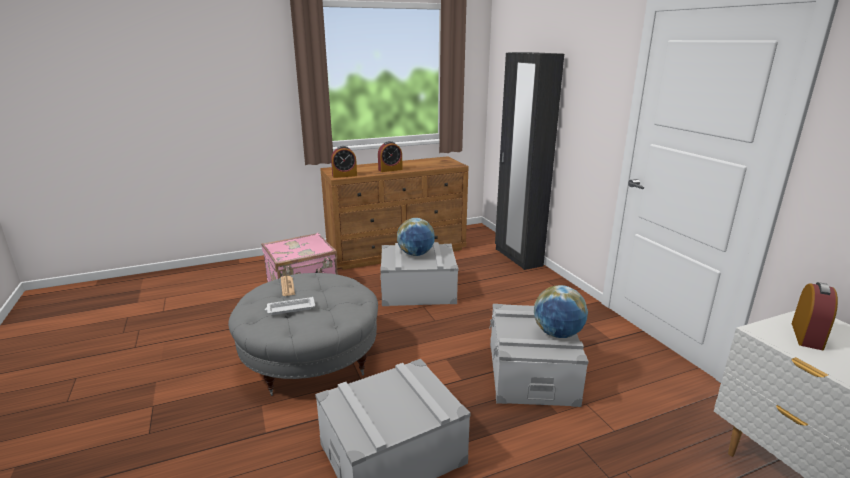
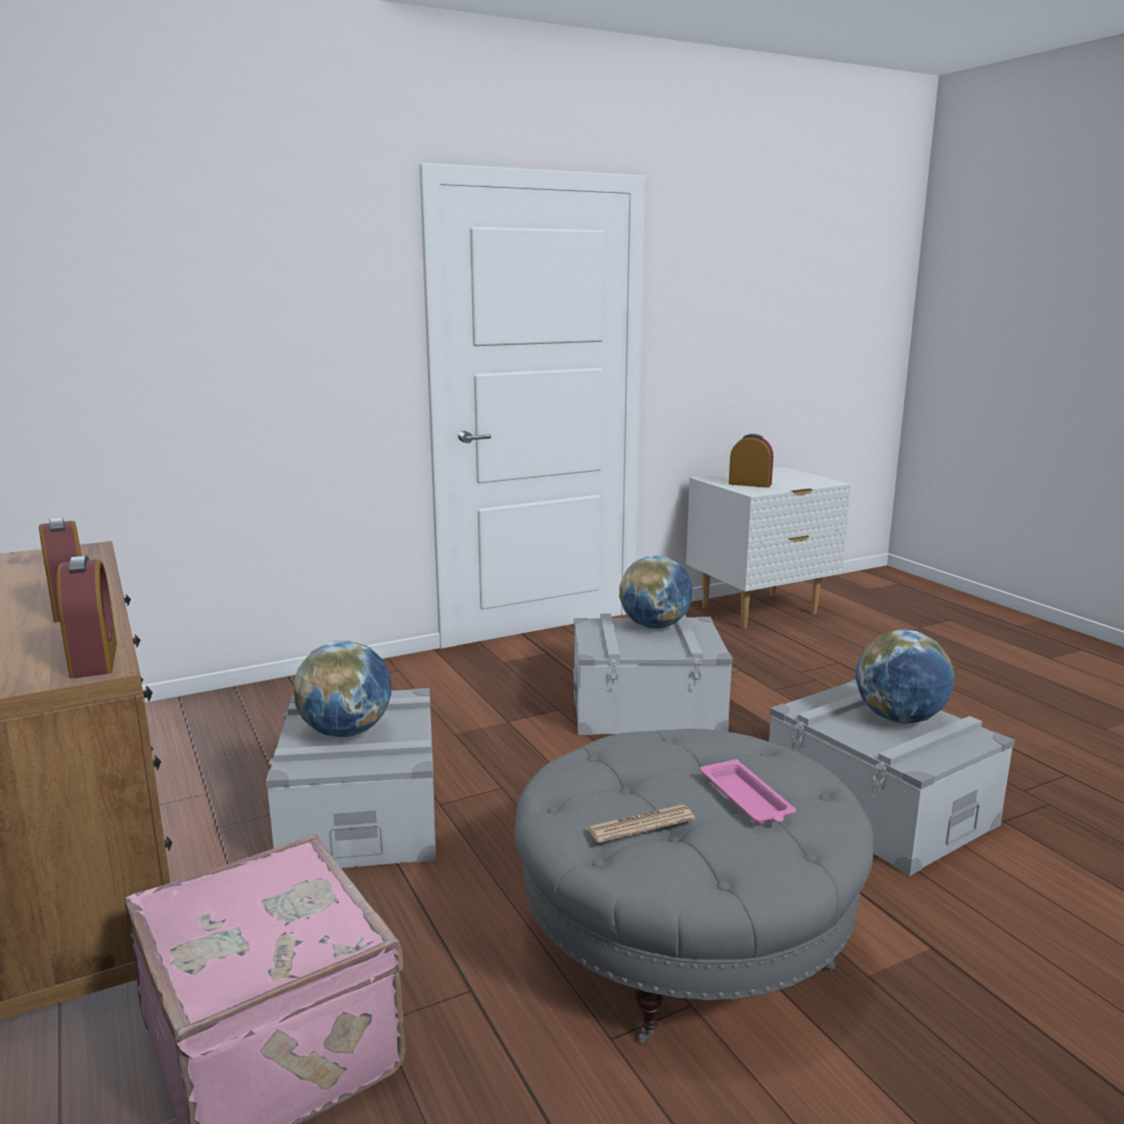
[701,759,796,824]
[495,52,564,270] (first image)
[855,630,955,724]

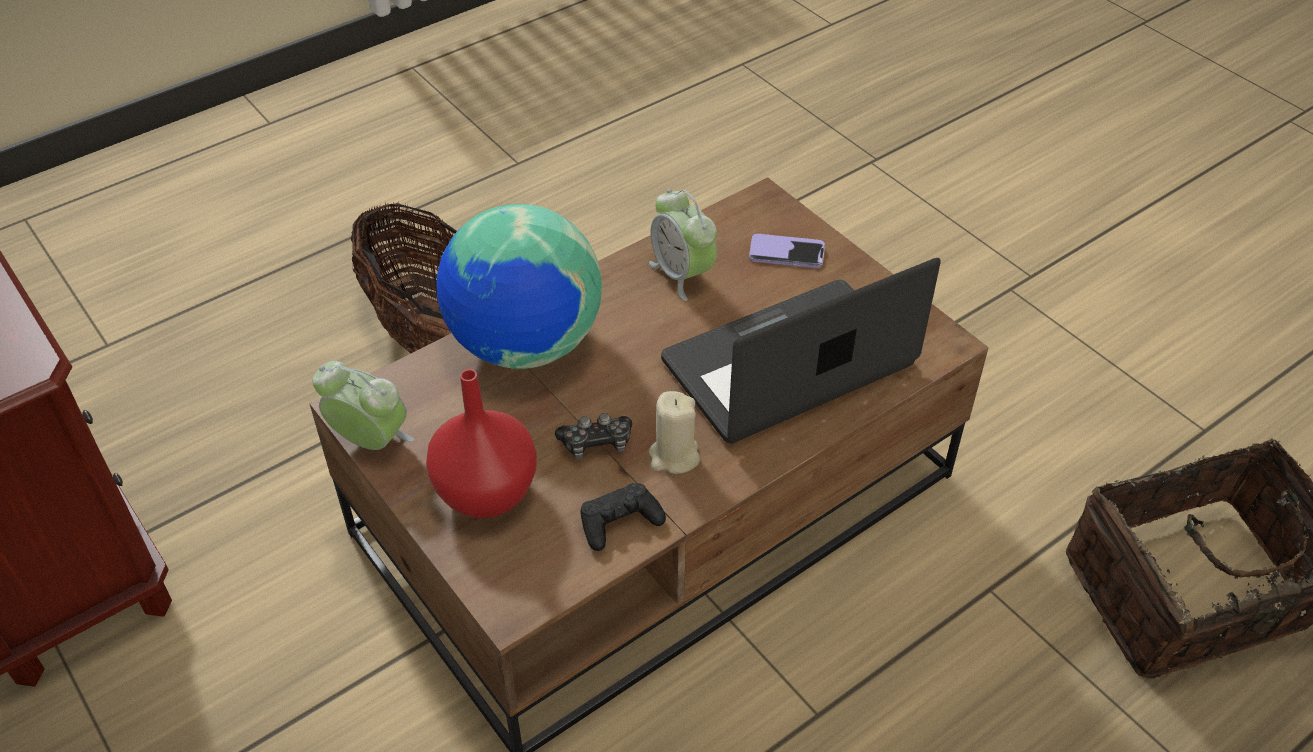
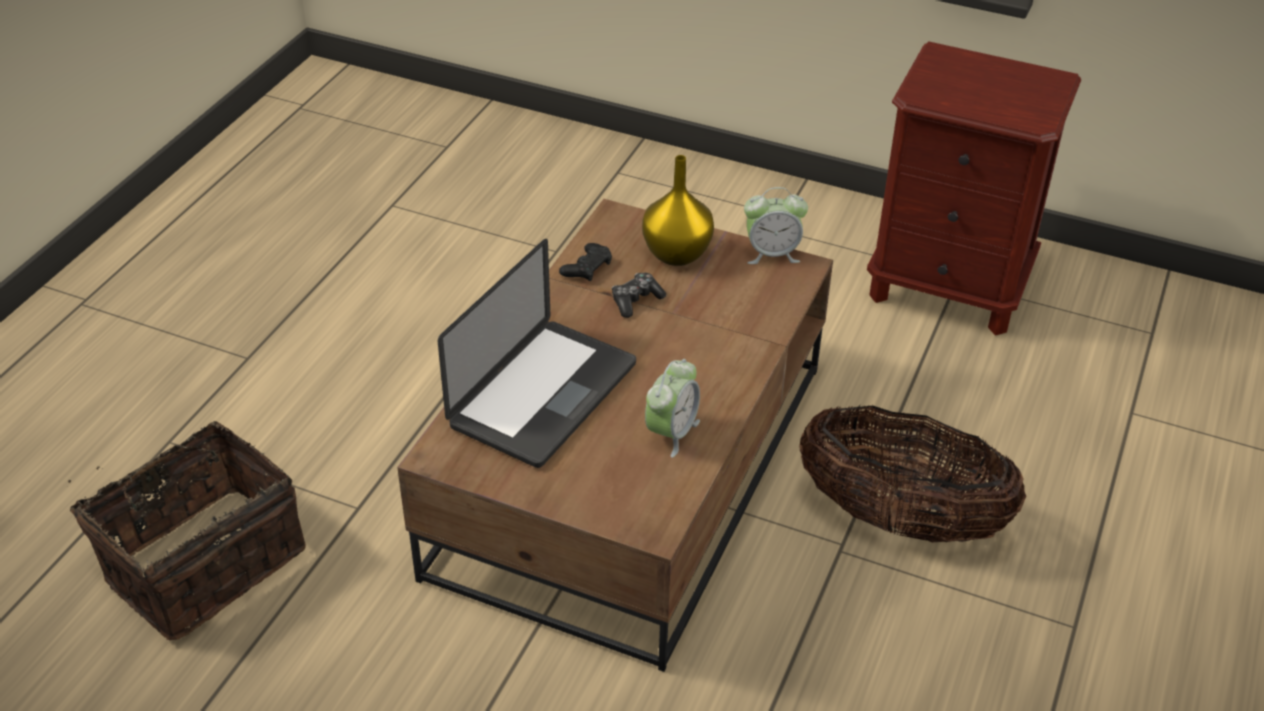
[642,155,714,266]
[437,204,602,369] (first image)
[645,359,700,458]
[649,391,700,474] (first image)
[749,234,825,268] (first image)

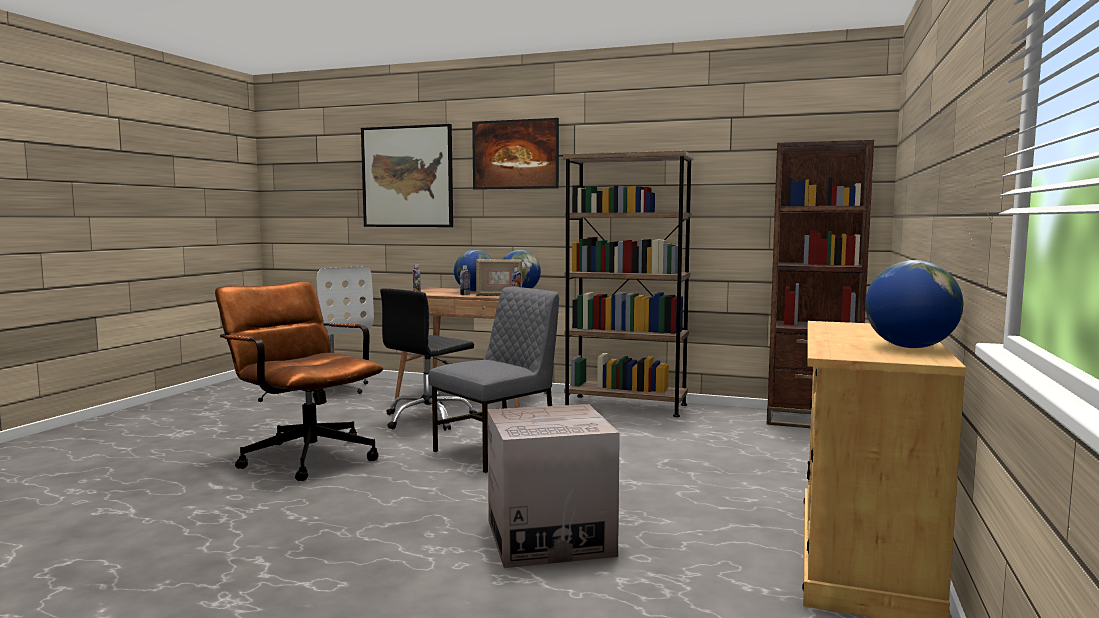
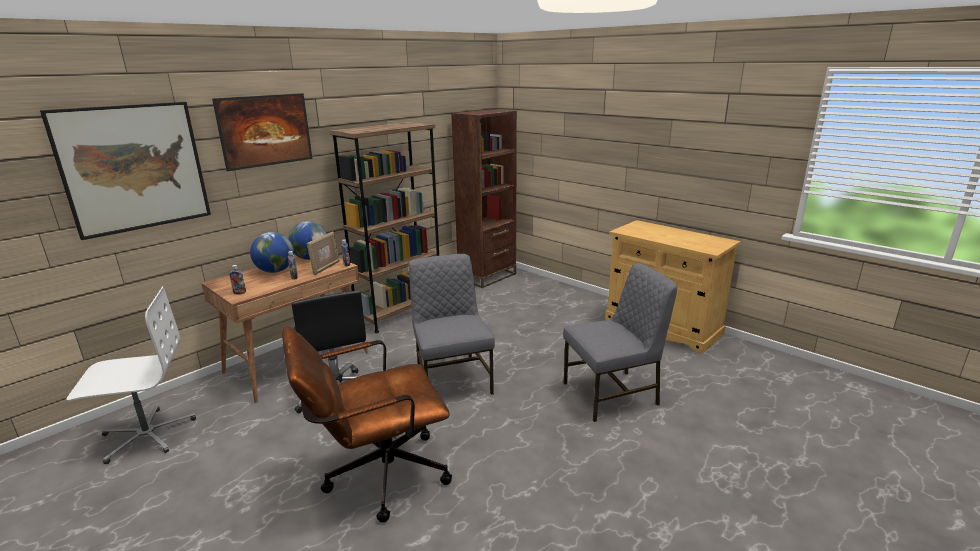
[563,263,677,422]
[865,260,963,348] (first image)

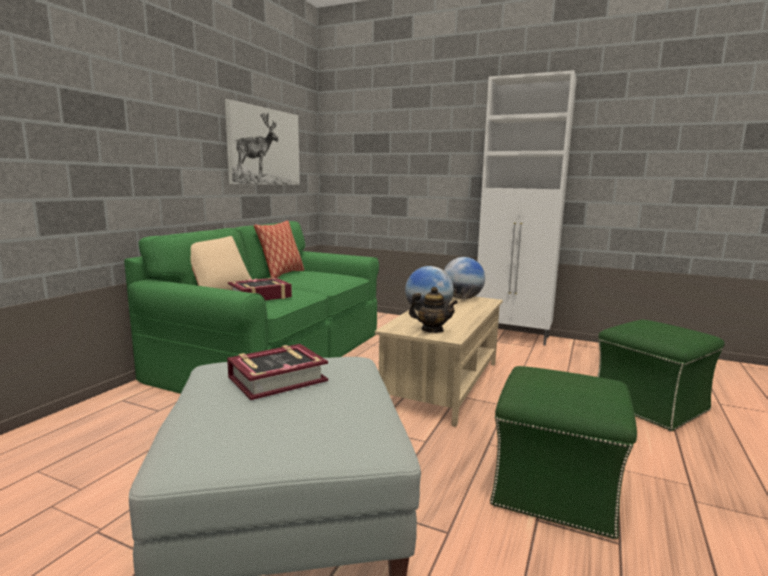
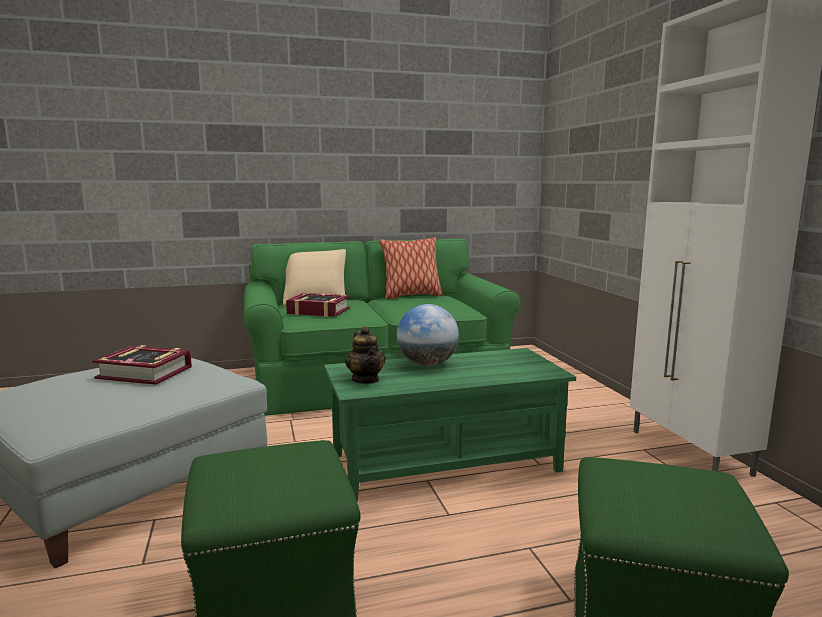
[225,99,300,185] (first image)
[324,348,576,502]
[444,257,485,299] (first image)

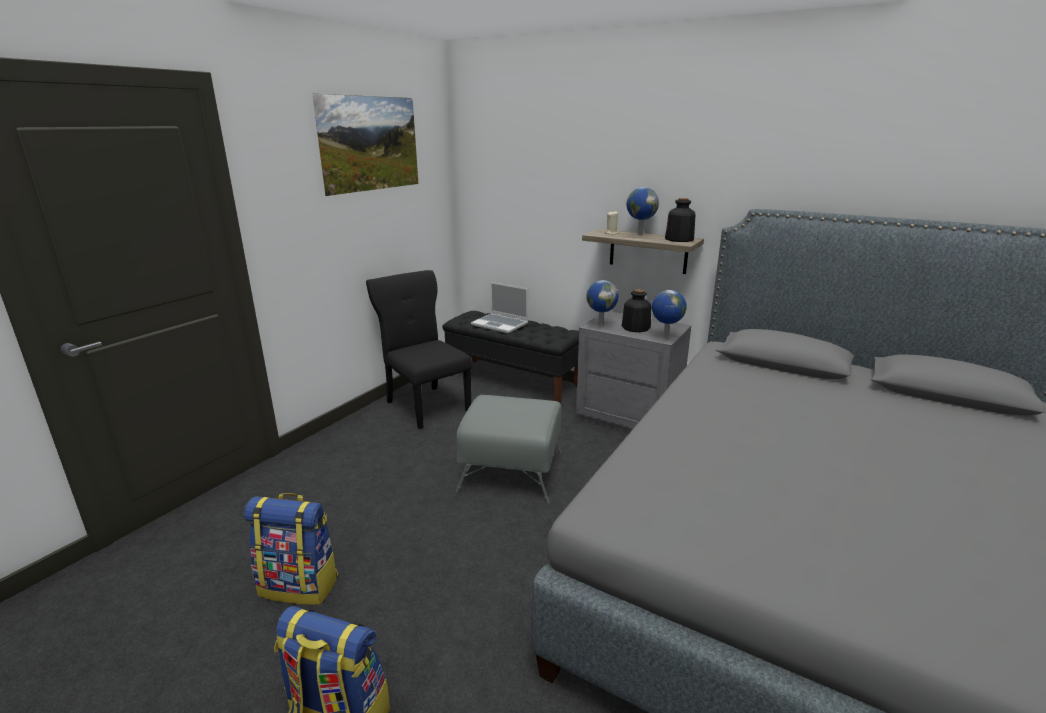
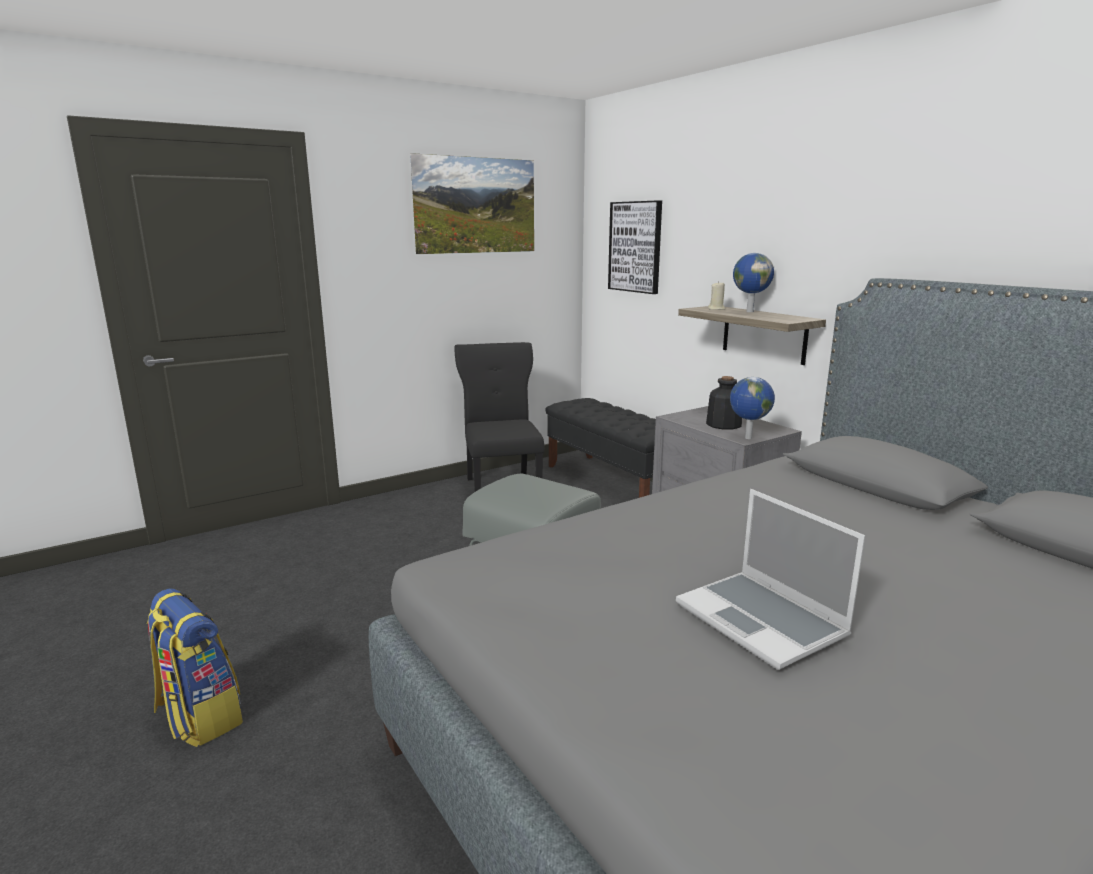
[244,493,338,605] (first image)
[676,489,865,670]
[586,280,619,326] (first image)
[665,198,696,242] (first image)
[608,200,662,294]

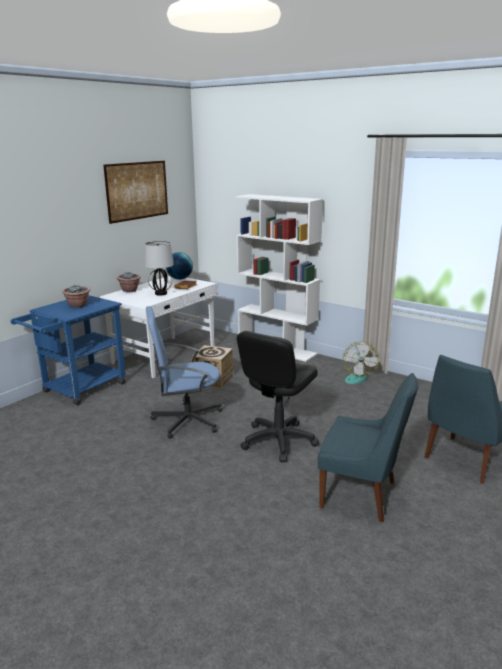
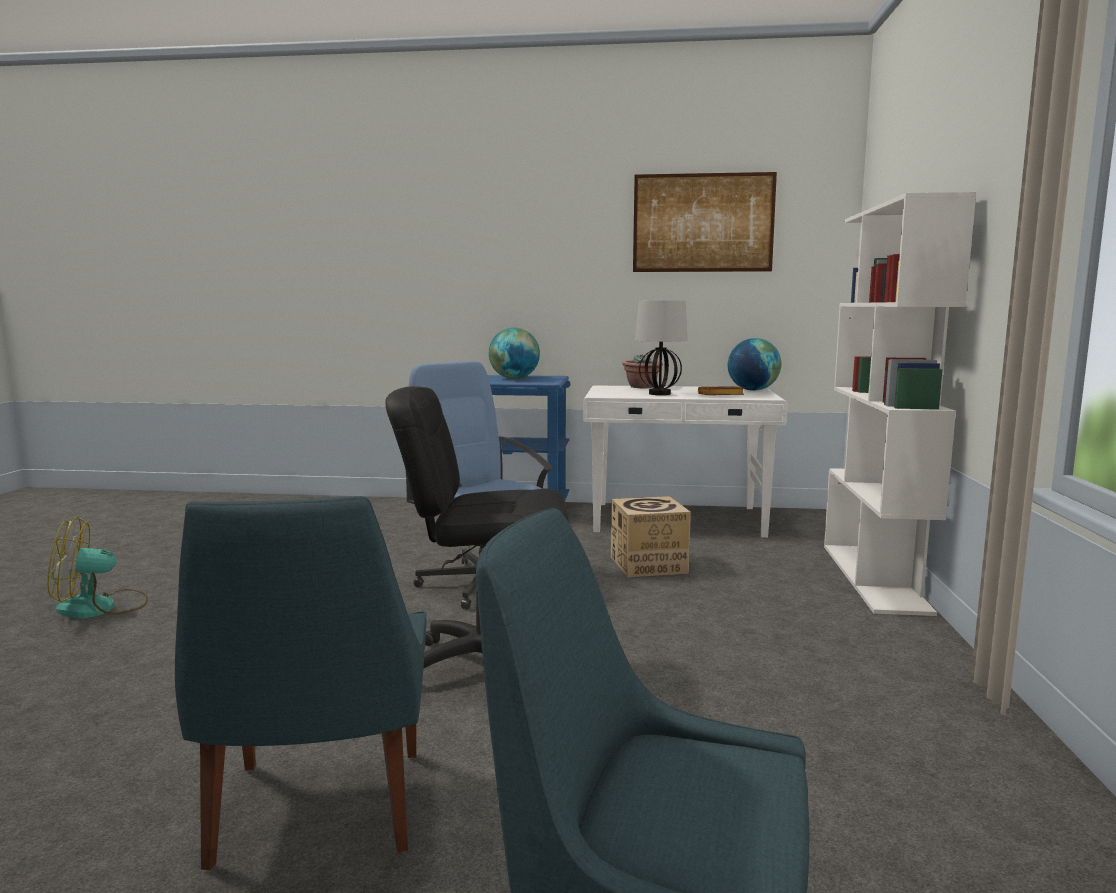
[489,328,540,379]
[47,517,148,619]

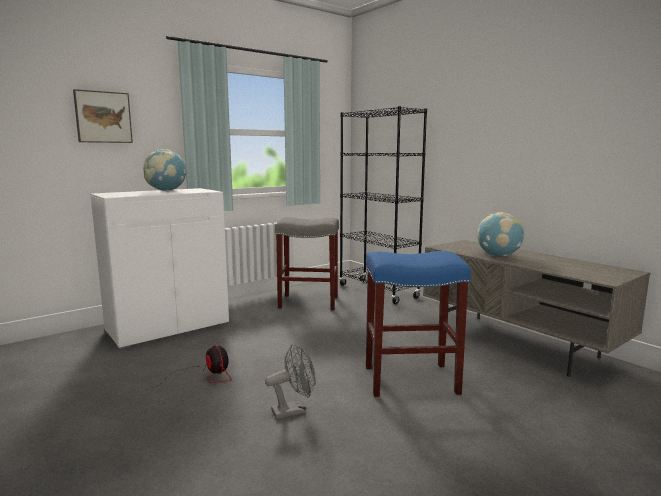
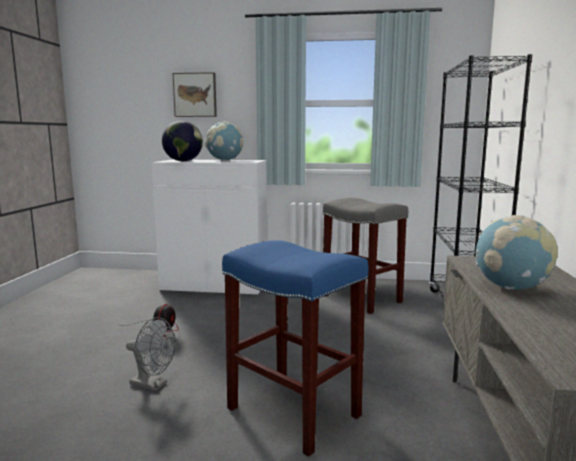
[162,121,203,161]

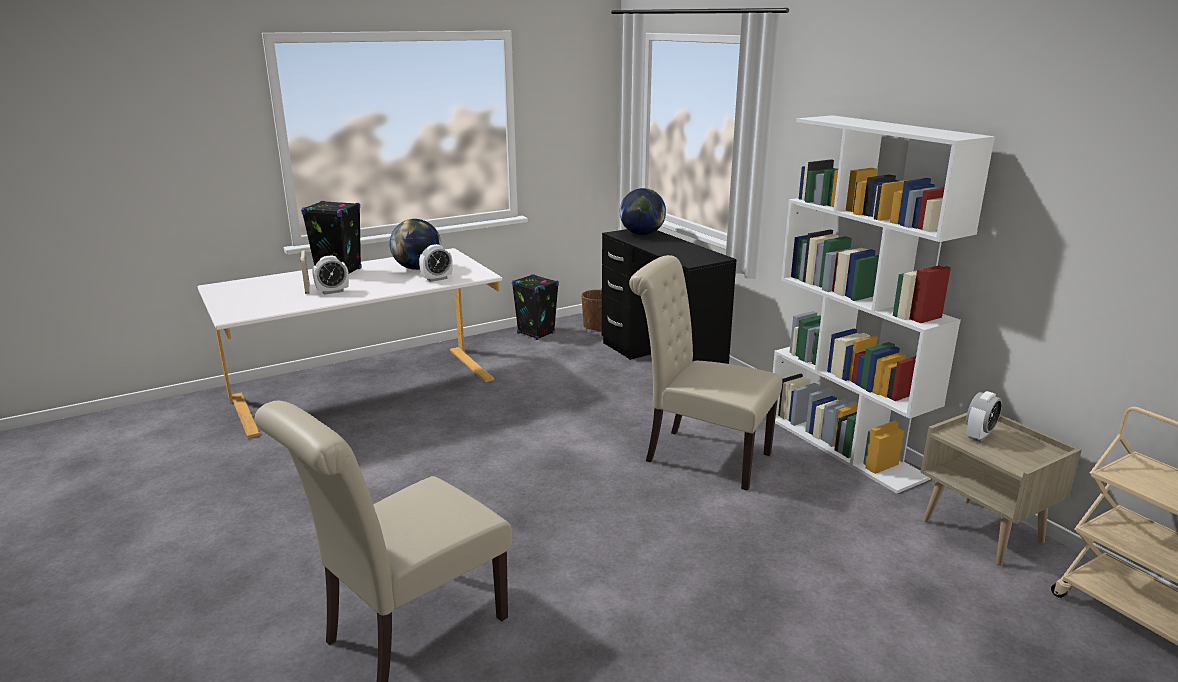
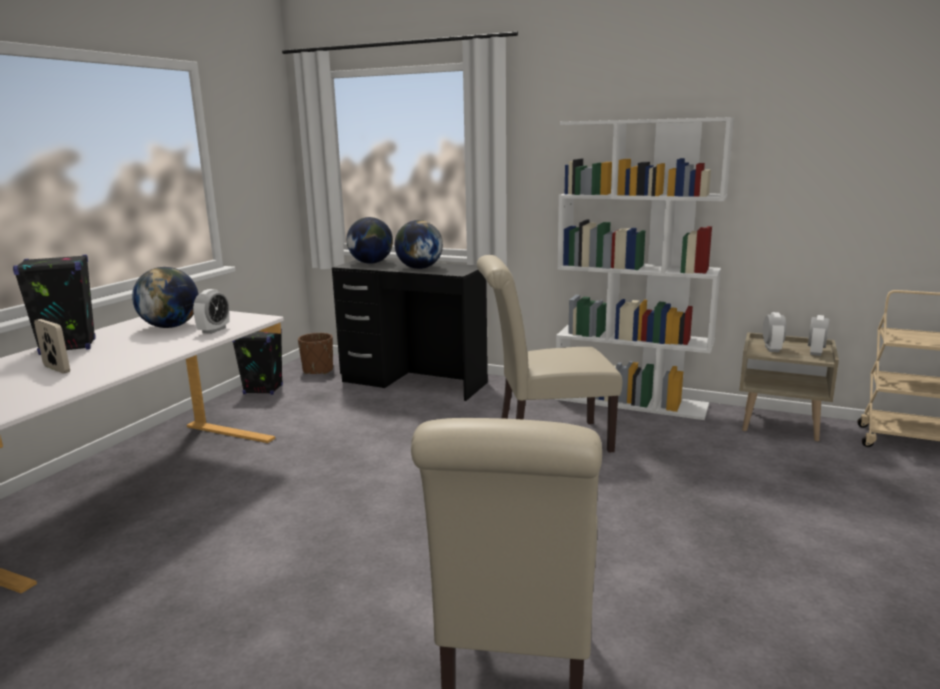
[808,315,829,356]
[395,220,443,269]

